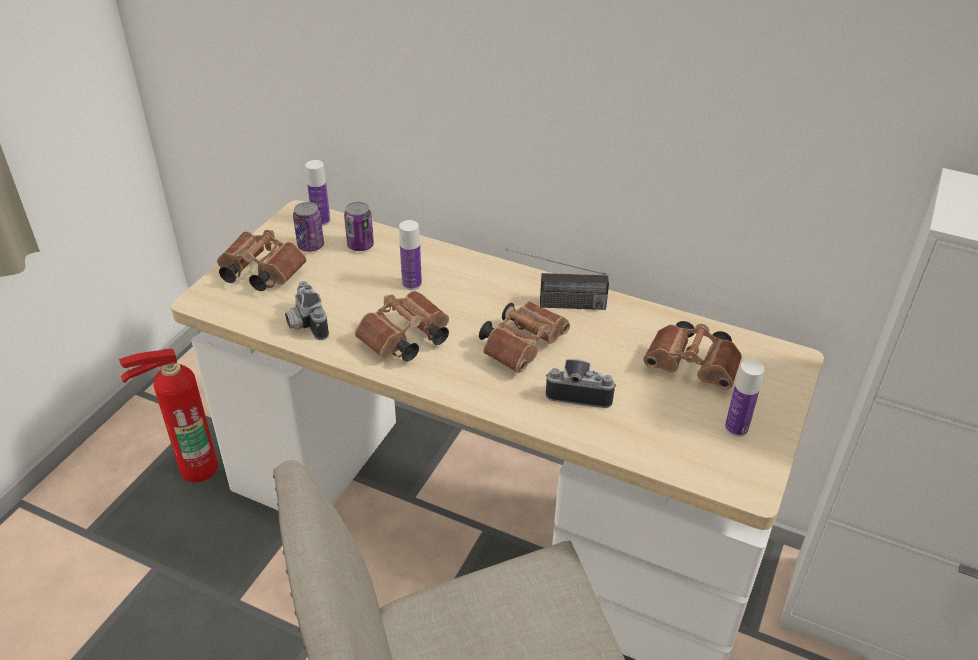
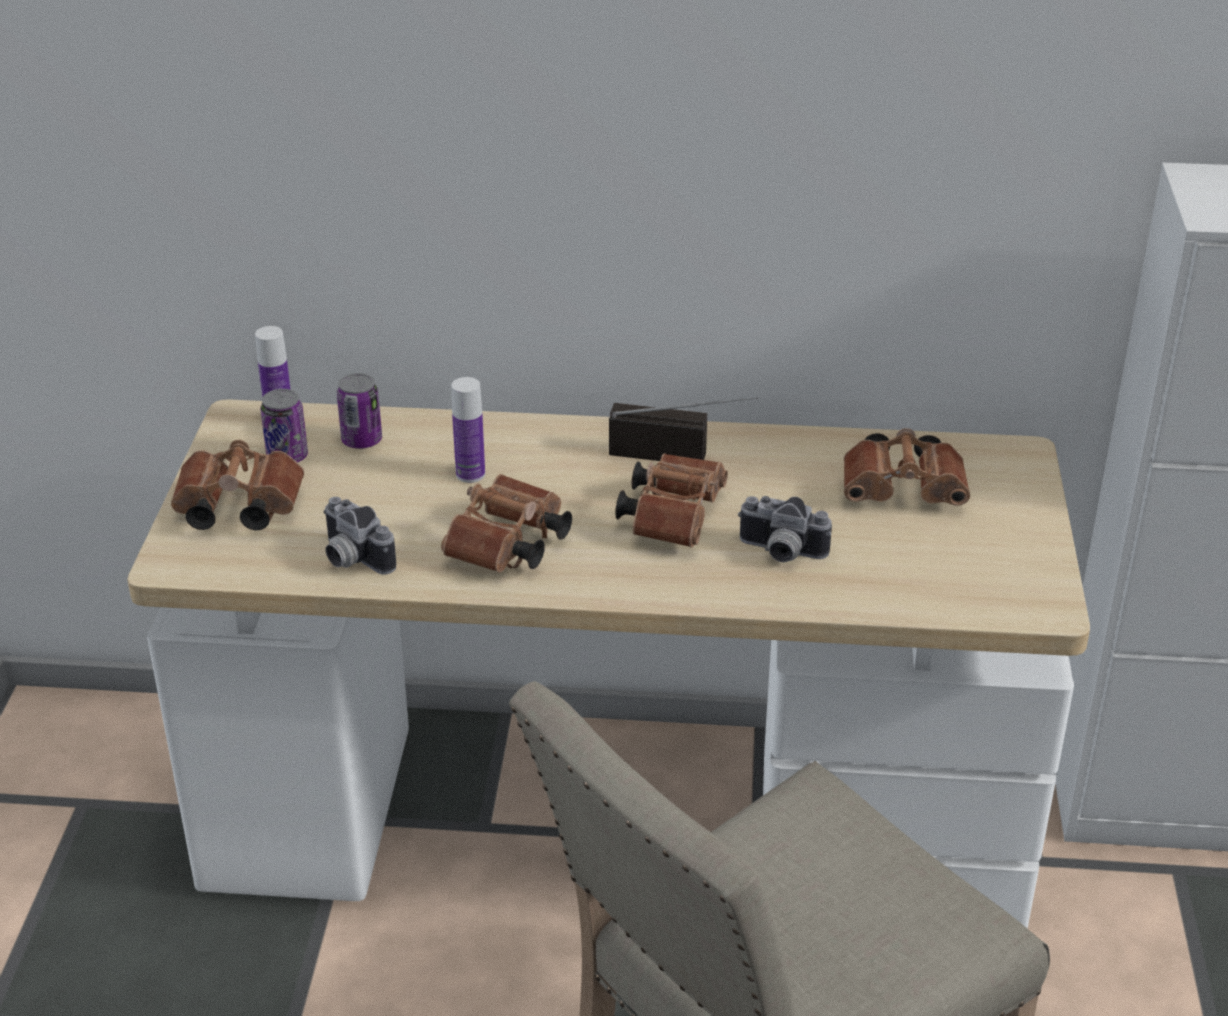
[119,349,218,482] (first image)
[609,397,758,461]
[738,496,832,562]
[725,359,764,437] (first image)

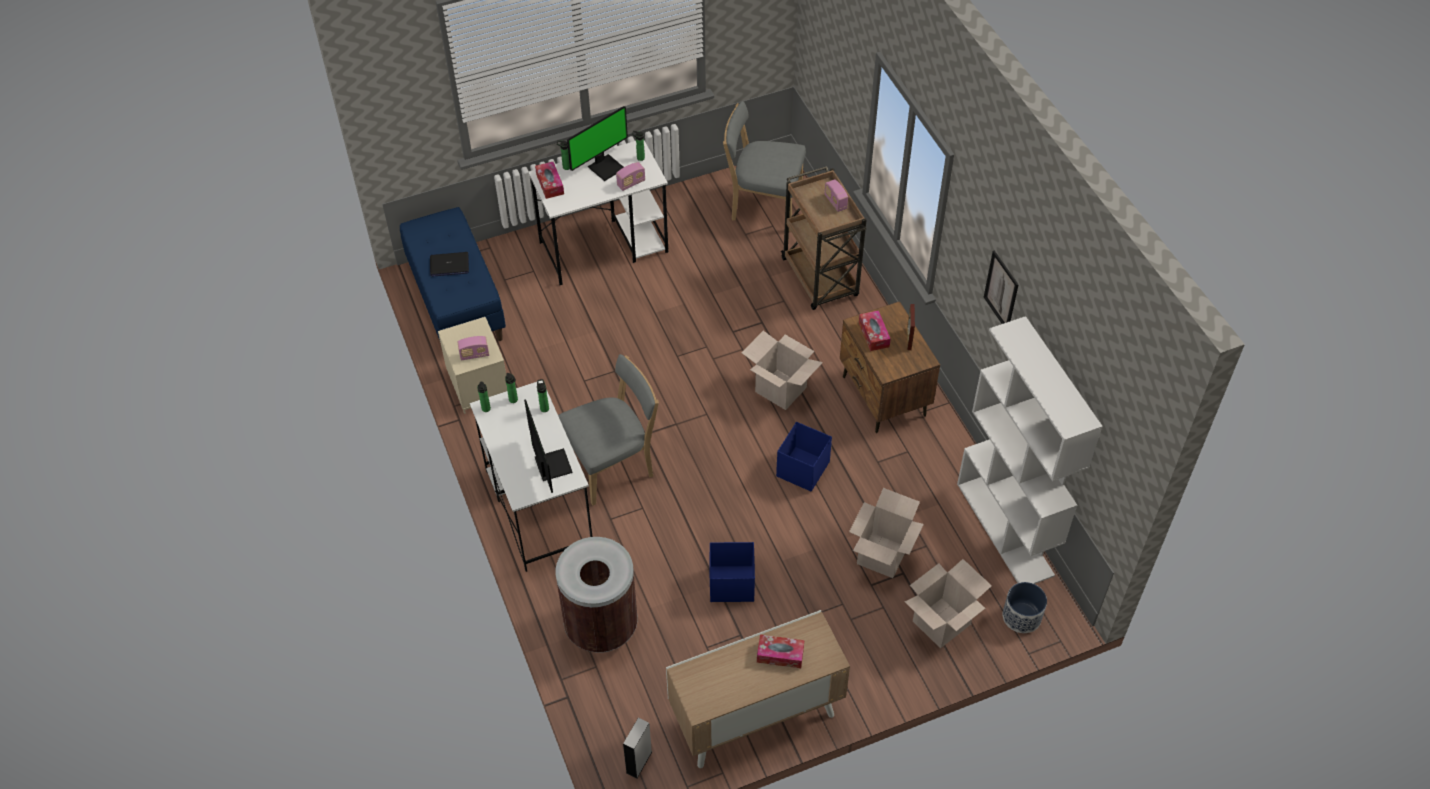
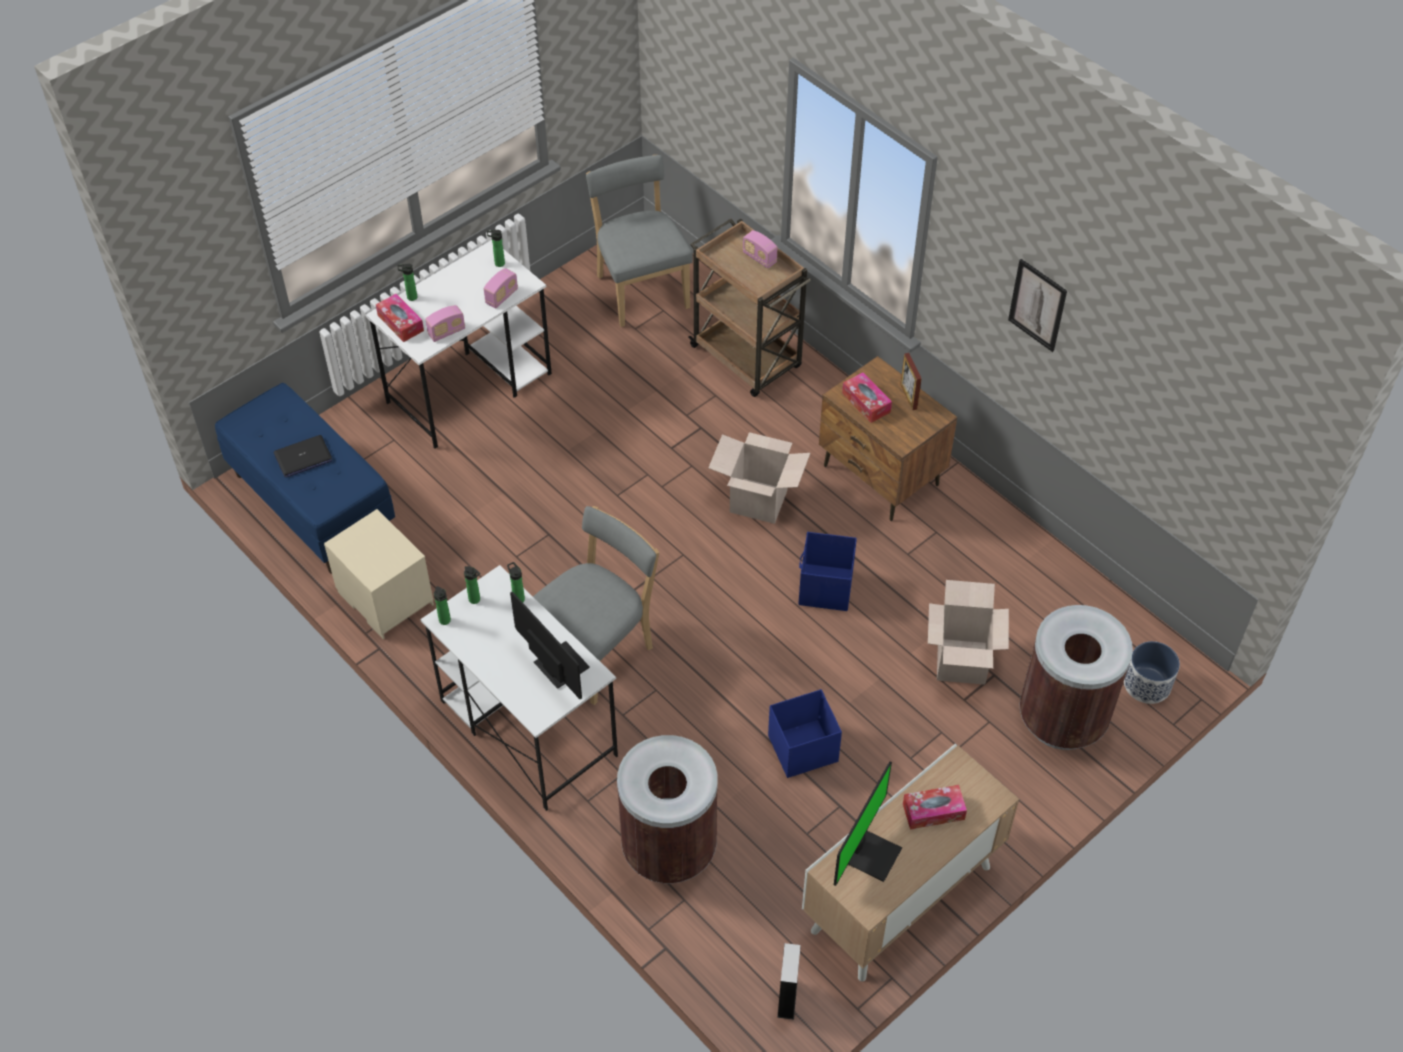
[425,305,465,342]
[834,761,902,886]
[586,155,693,327]
[1020,605,1133,750]
[957,316,1103,584] (first image)

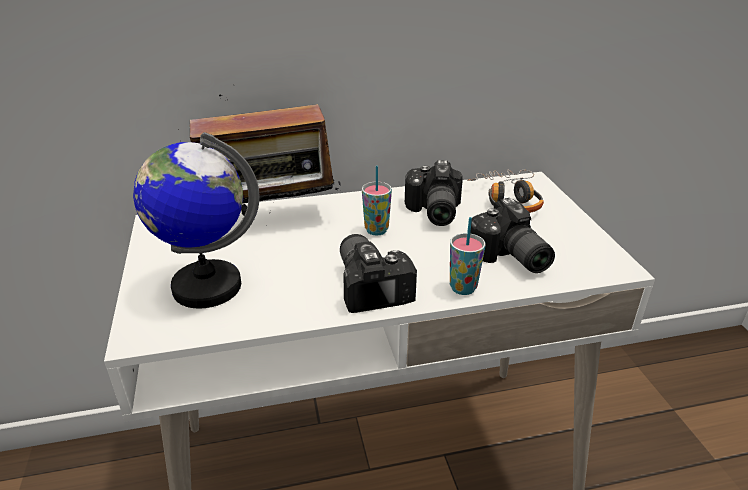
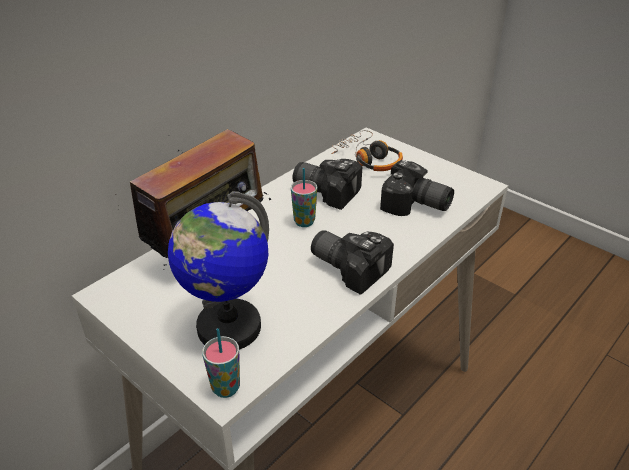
[293,159,362,210]
[202,328,240,398]

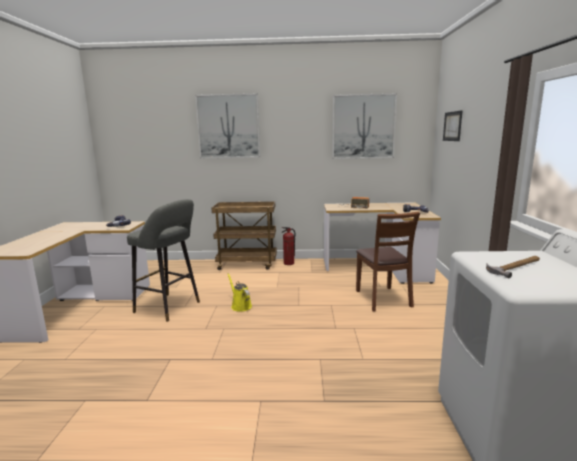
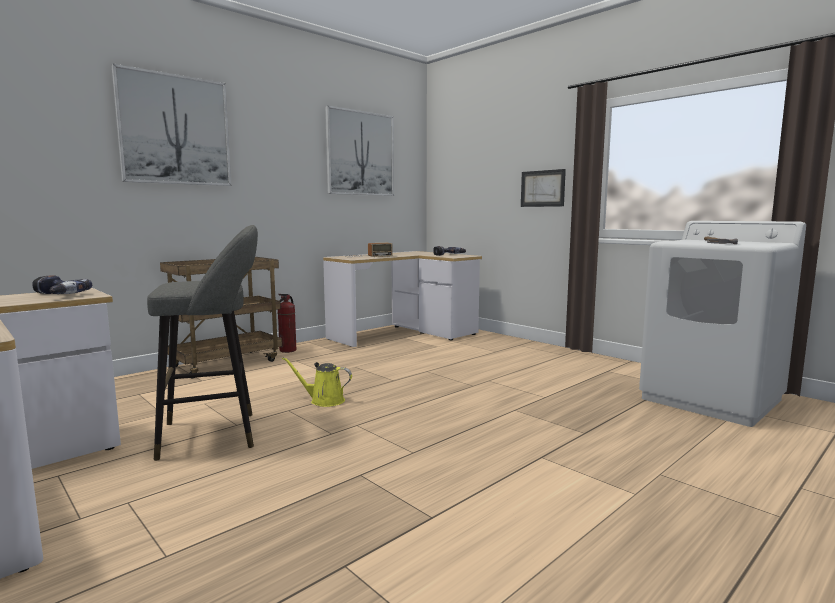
[356,212,420,312] (first image)
[521,169,566,207]

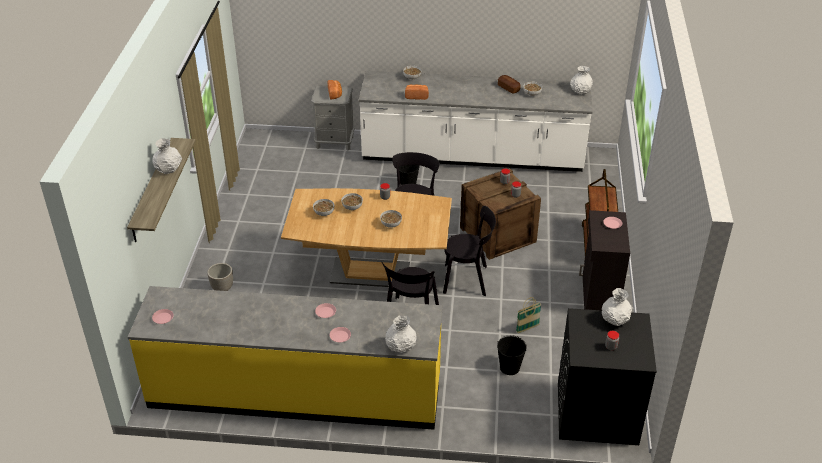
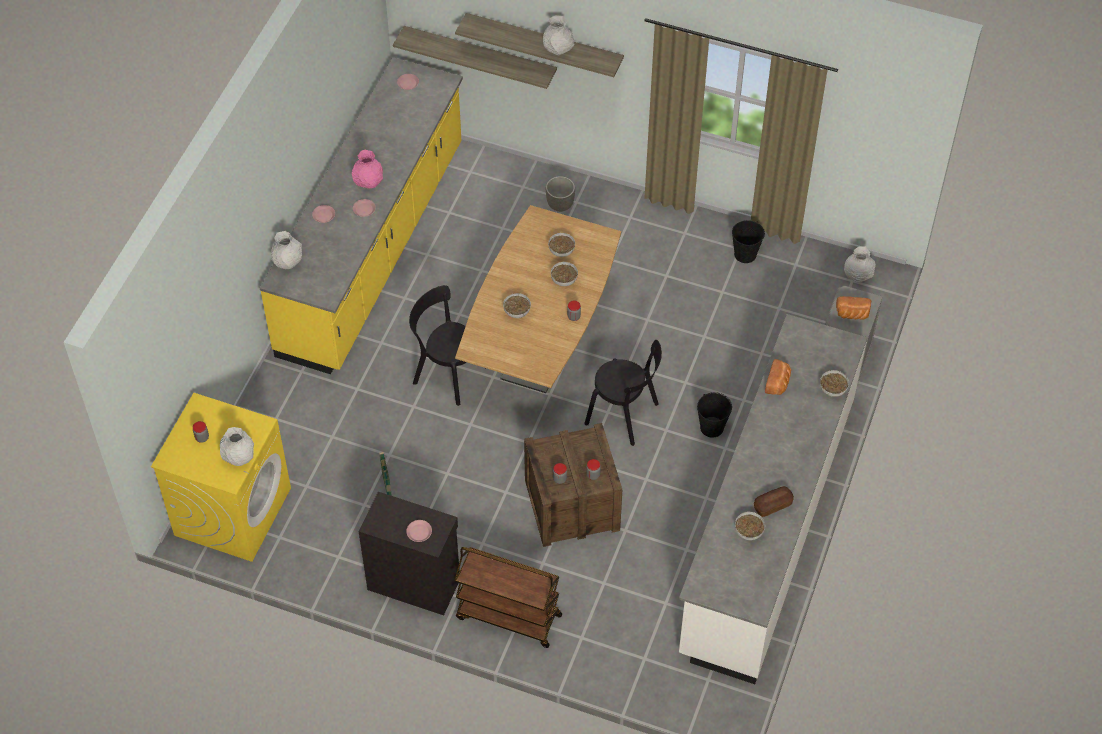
[443,206,496,296] (first image)
[732,220,765,263]
[151,393,291,562]
[844,247,876,282]
[352,150,383,188]
[393,26,557,89]

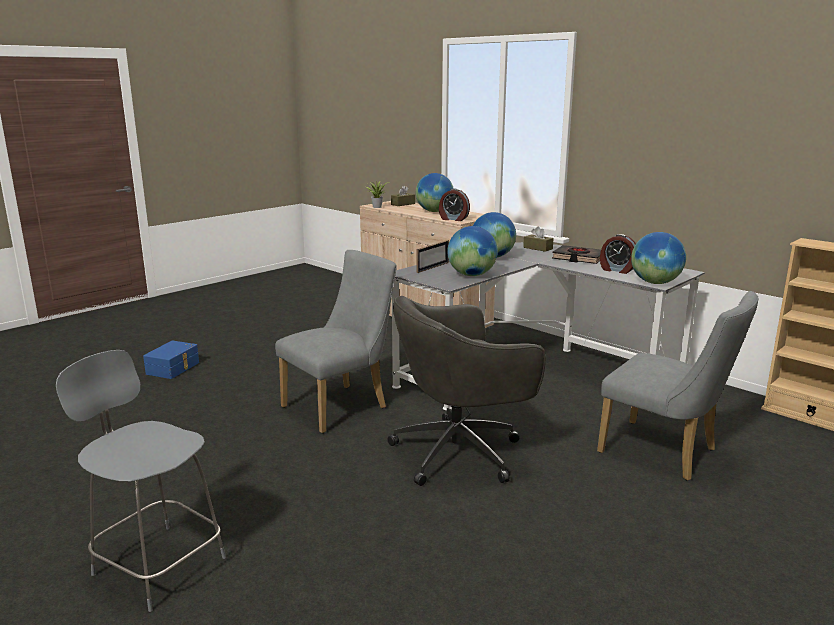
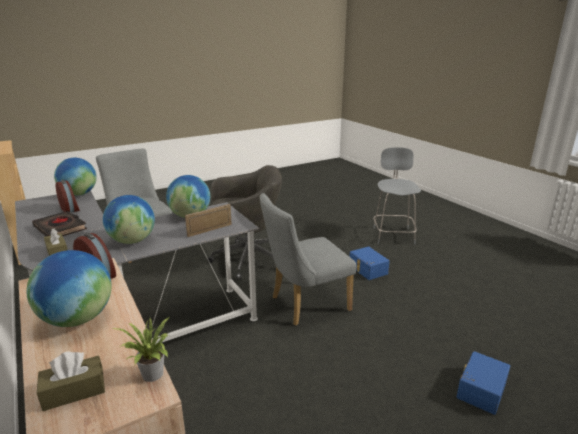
[373,147,421,245]
[349,246,390,280]

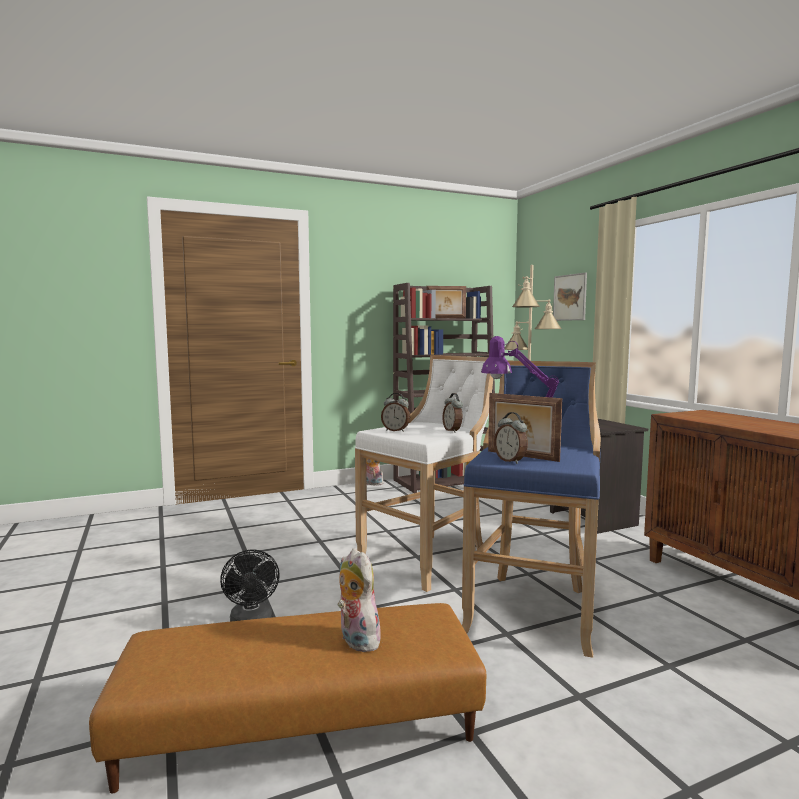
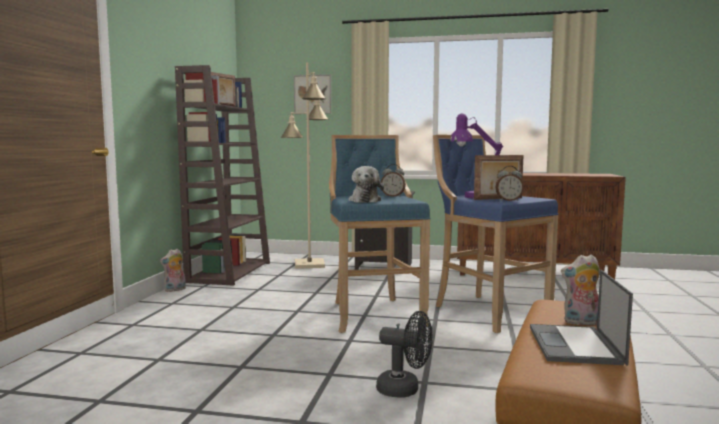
[329,135,430,333]
[348,166,384,203]
[530,270,633,366]

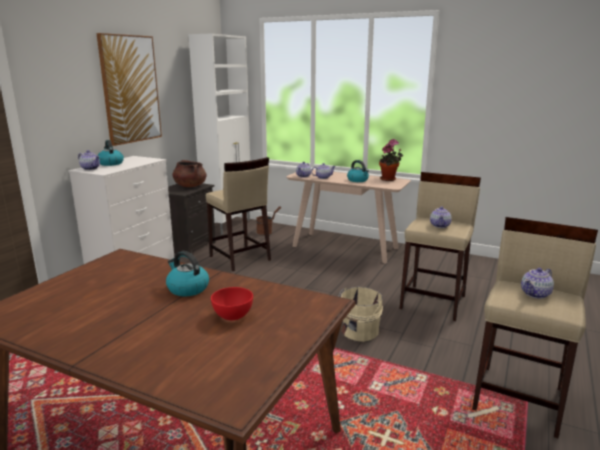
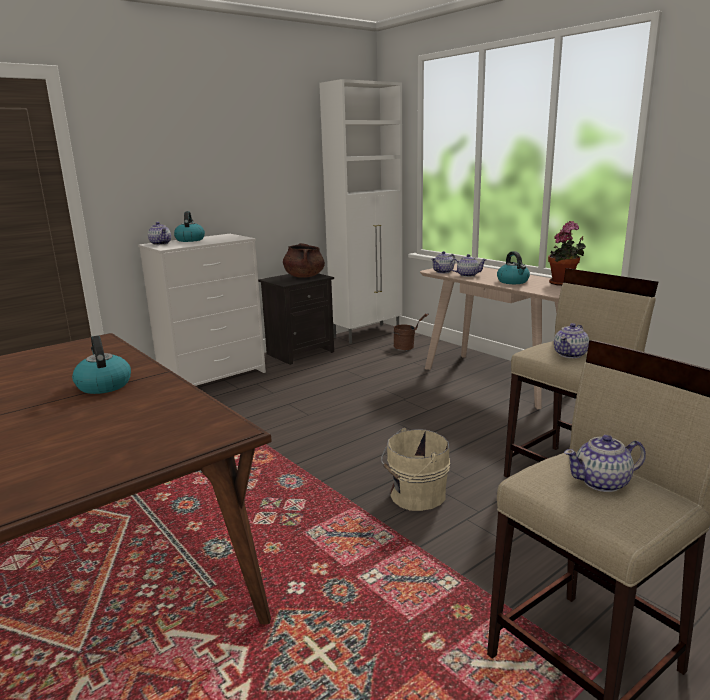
[96,33,162,146] (first image)
[206,157,271,271] (first image)
[211,287,253,320] (first image)

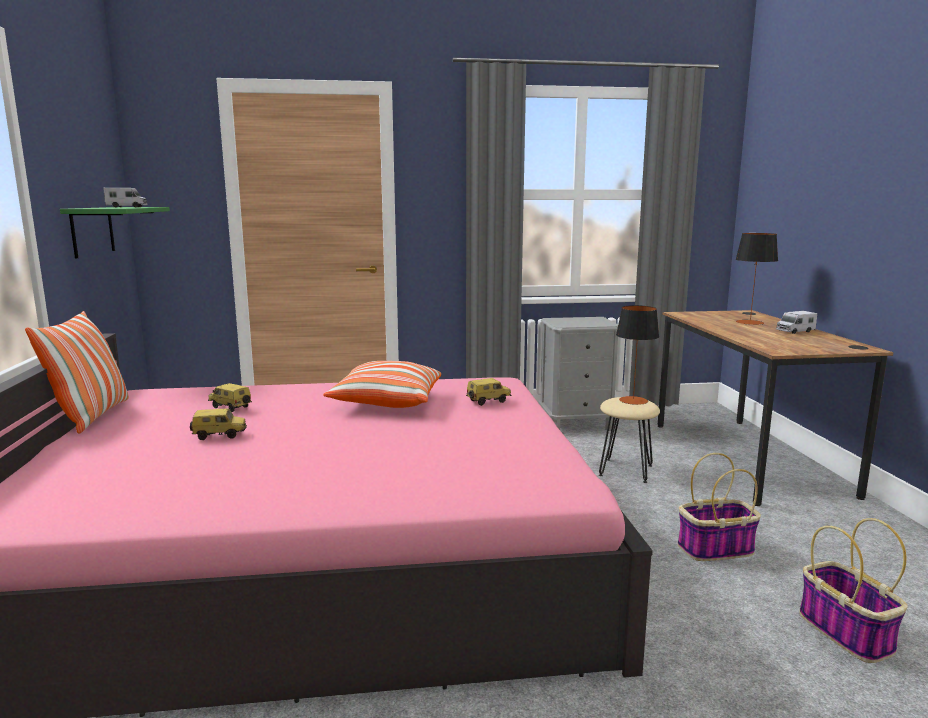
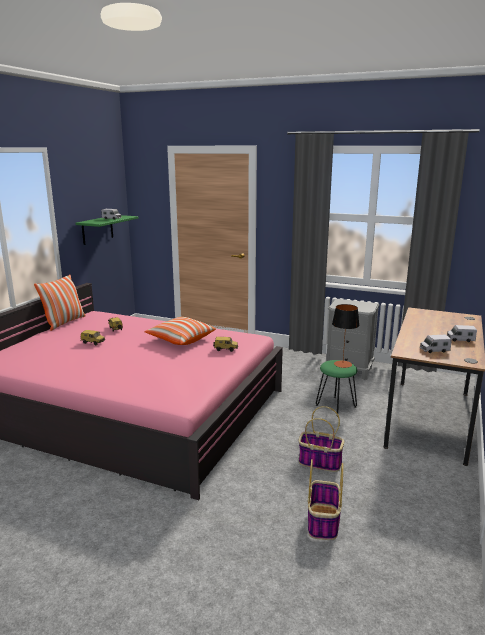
[316,360,357,417]
[735,233,778,325] (first image)
[420,335,452,353]

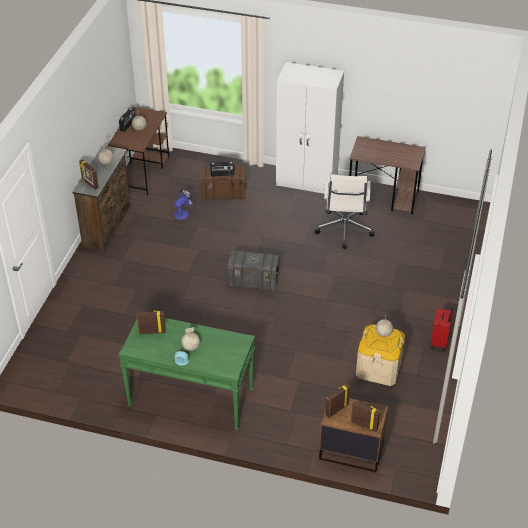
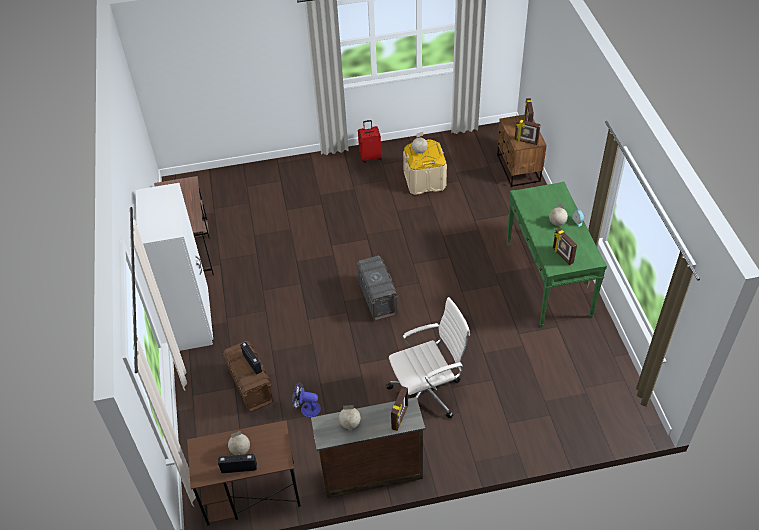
[386,297,470,418]

